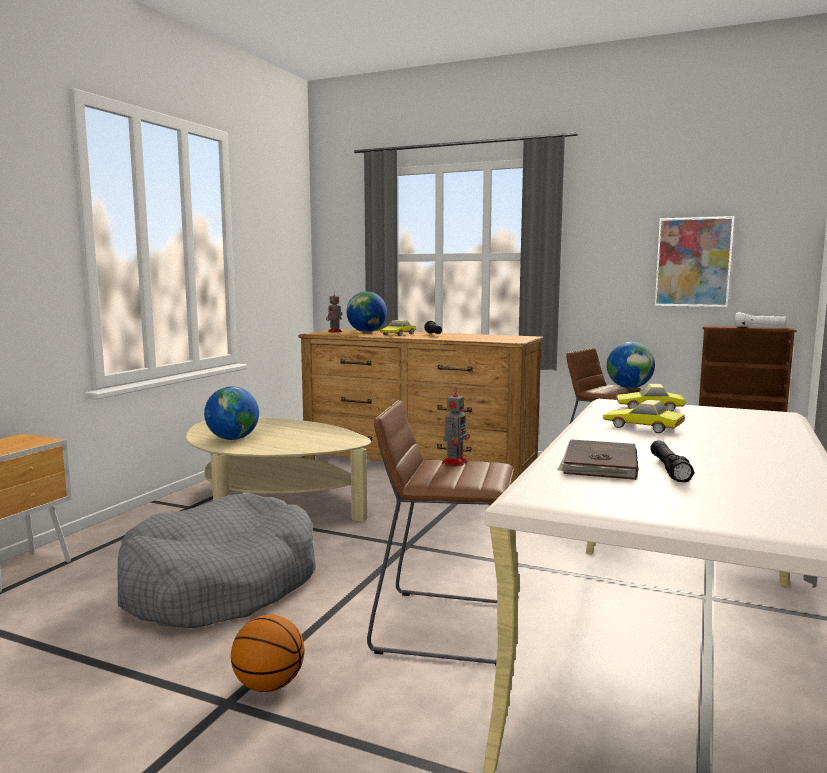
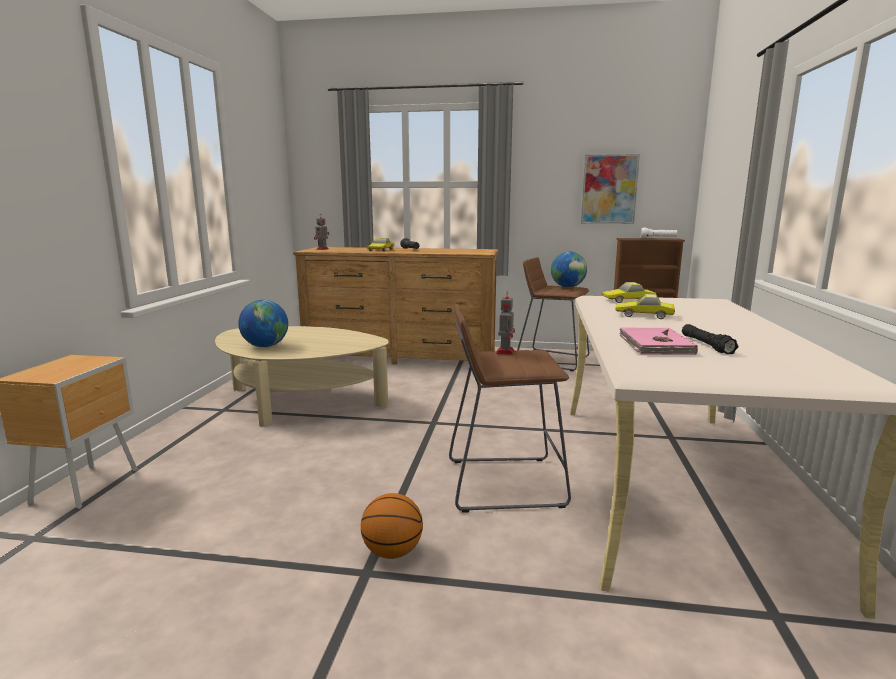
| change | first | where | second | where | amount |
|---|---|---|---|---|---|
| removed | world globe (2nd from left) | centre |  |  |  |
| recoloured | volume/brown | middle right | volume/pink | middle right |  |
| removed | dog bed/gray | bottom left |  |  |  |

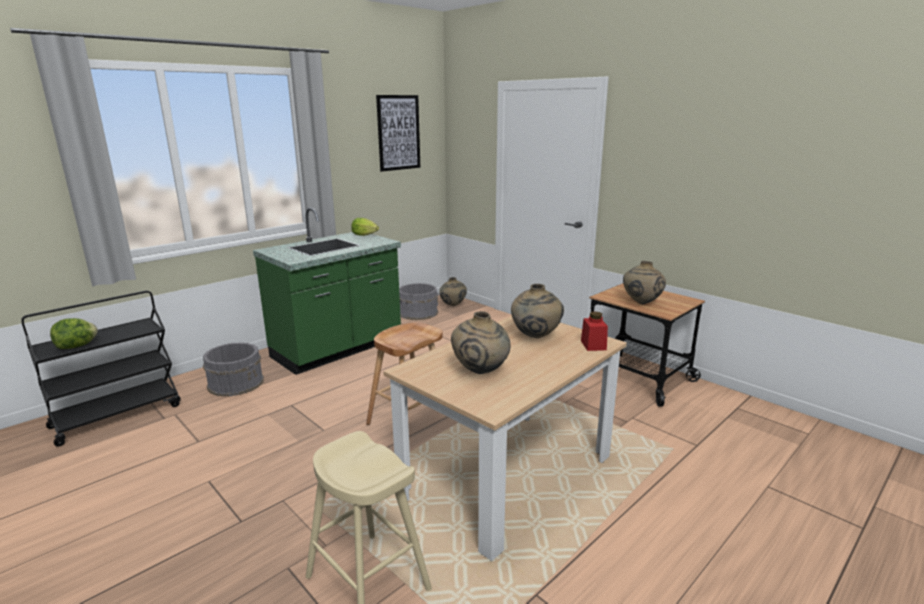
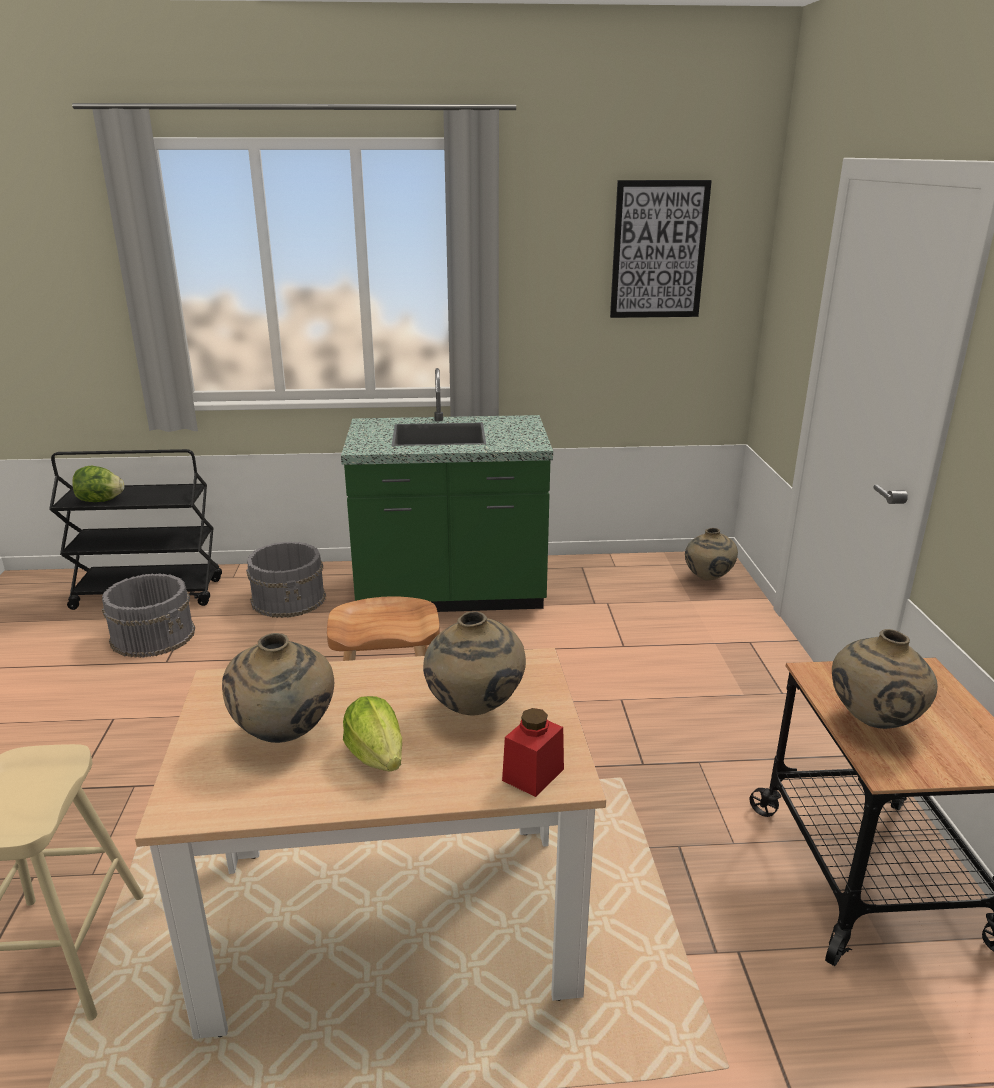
| change | first | where | second | where | amount |
|---|---|---|---|---|---|
| moved | lettuce head (2nd from left) | centre |  | bottom centre |  |
| moved | pail/gray (2nd from left in the first image) | centre | pail/gray (1st from left) | middle left |  |

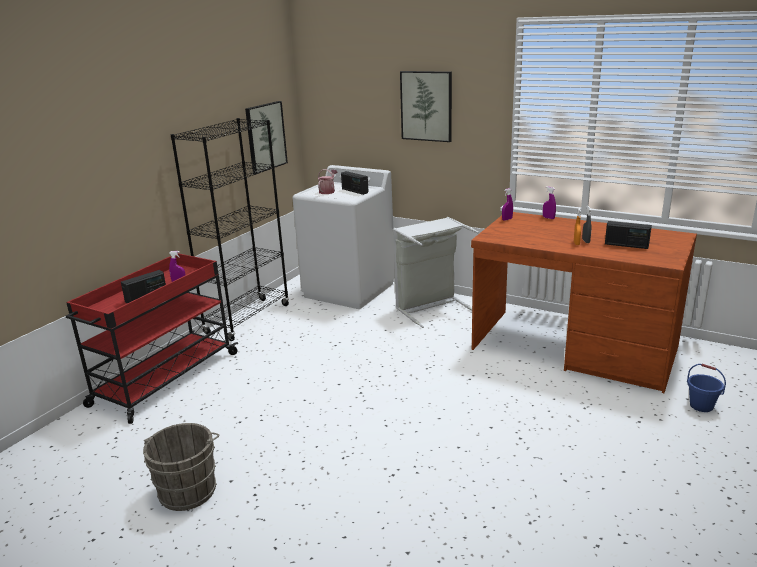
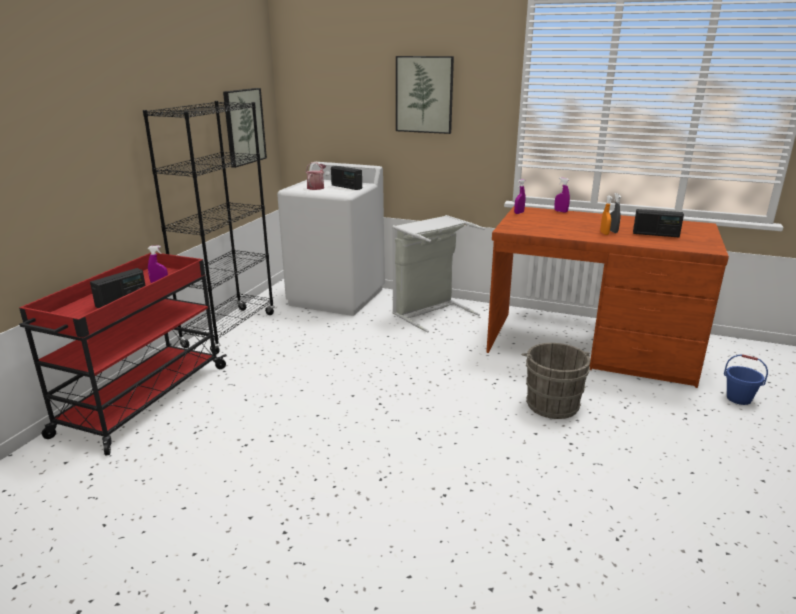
| change | first | where | second | where | amount |
|---|---|---|---|---|---|
| moved | pail/gray | bottom left |  | middle right |  |

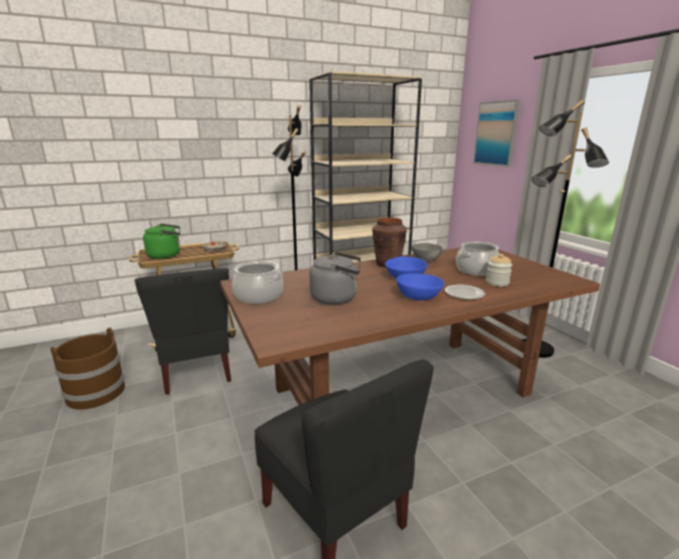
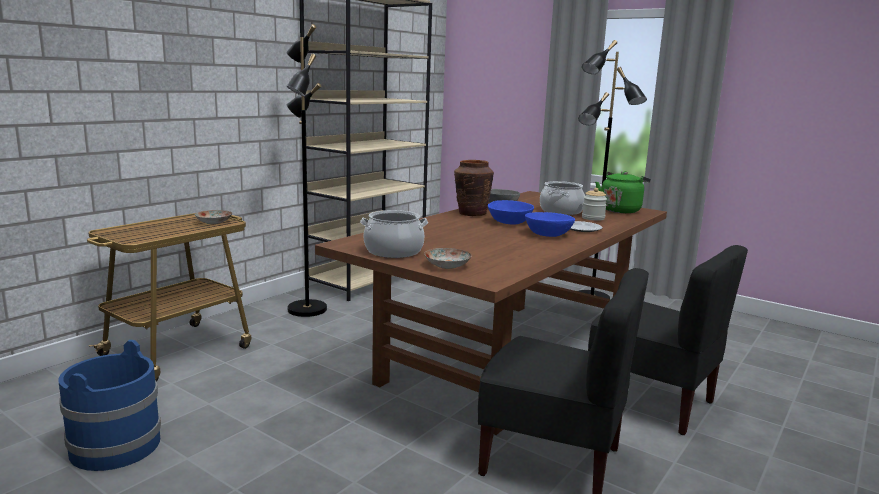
| change | first | where | second | where | amount |
|---|---|---|---|---|---|
| removed | wall art | top right |  |  |  |
| moved | kettle/green-coloured | middle left |  | middle right |  |
| removed | kettle/gray | centre |  |  |  |
| moved | plain chair/black (1st from left in the first image) | middle left | plain chair/black (2nd from left) | bottom right |  |
| recoloured | pail/brown | middle left | pail/blue-coloured | bottom left |  |
| added |  |  | flat dish (2nd from left) | centre |  |

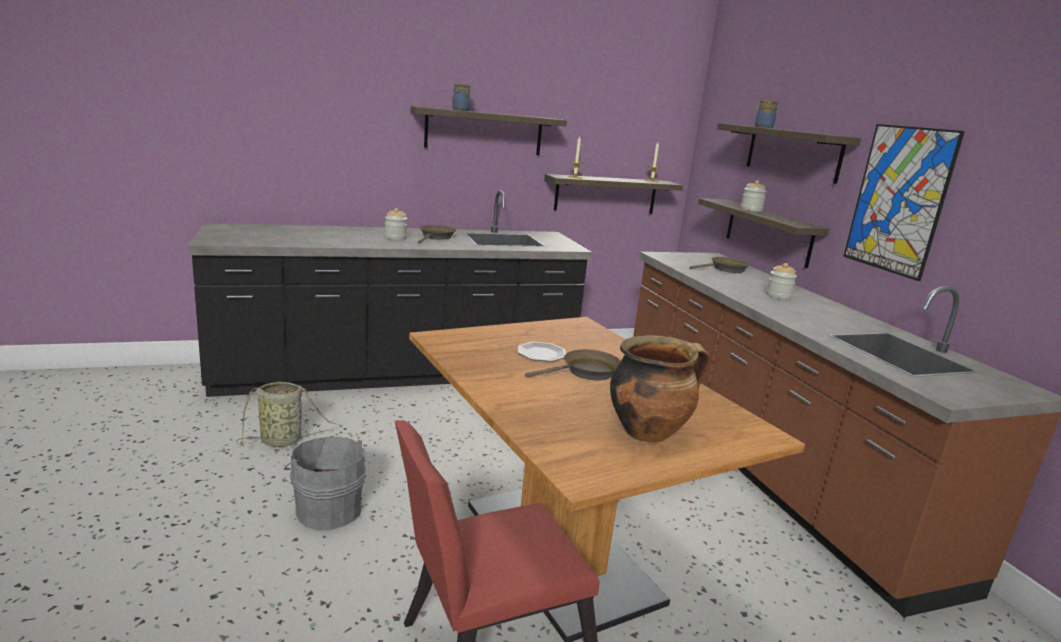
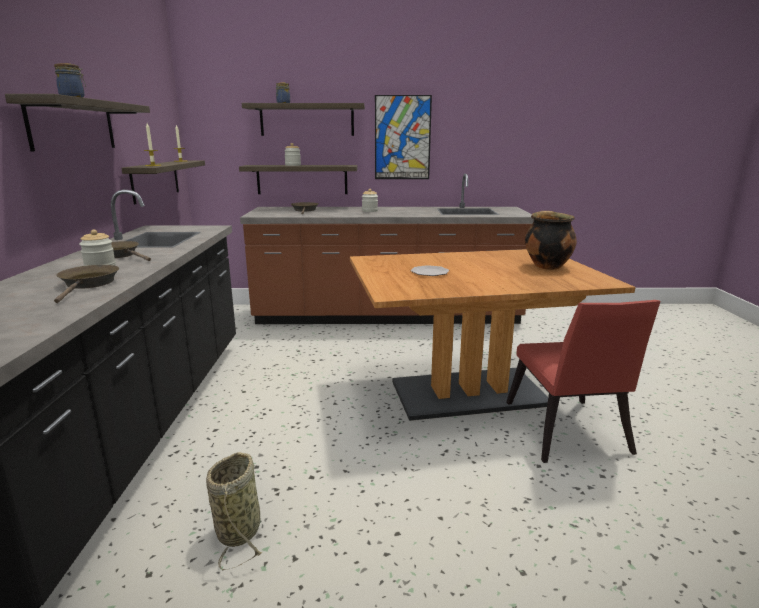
| change | first | where | second | where | amount |
|---|---|---|---|---|---|
| moved | skillet/brown (2nd from left in the first image) | centre | skillet/brown (1st from left) | middle left |  |
| removed | pail/gray | bottom left |  |  |  |

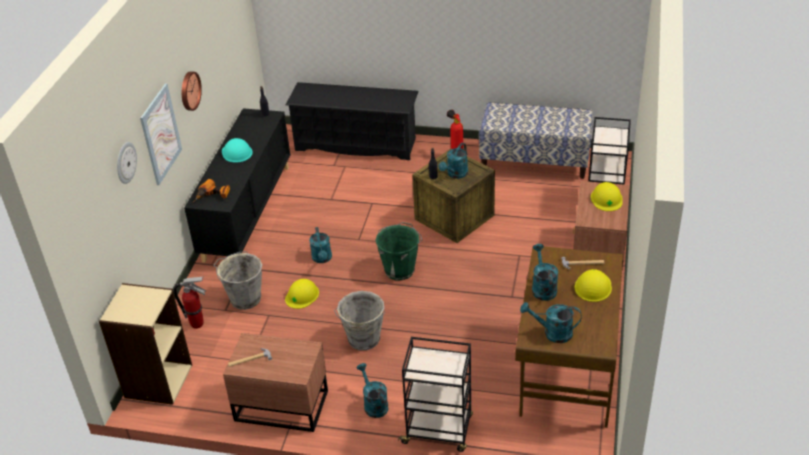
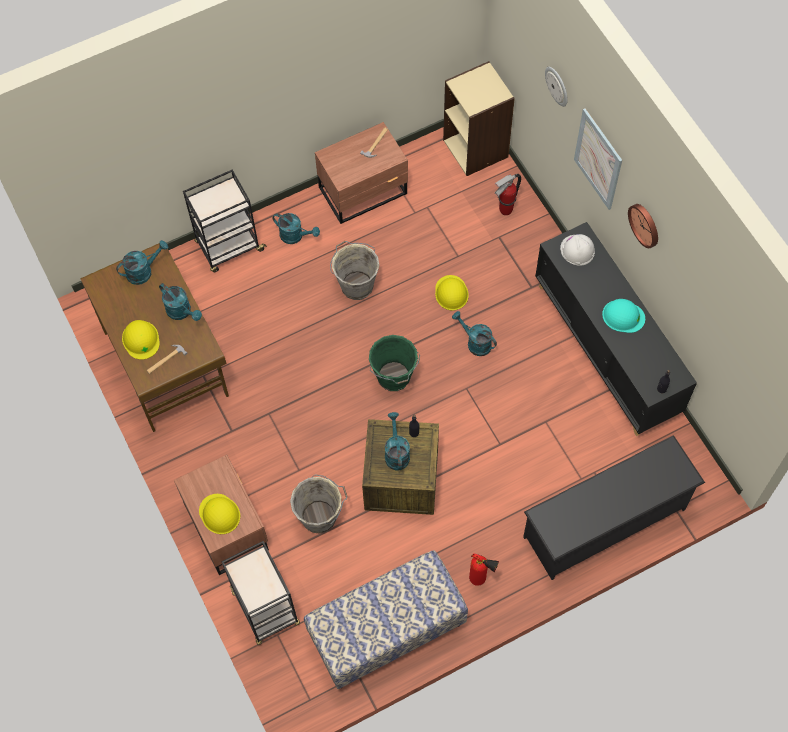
| change | first | where | second | where | amount |
|---|---|---|---|---|---|
| replaced | electric drill | middle left | safety helmet/white-coloured | middle right |  |
| moved | pail/gray (1st from left) | middle left |  | bottom centre |  |

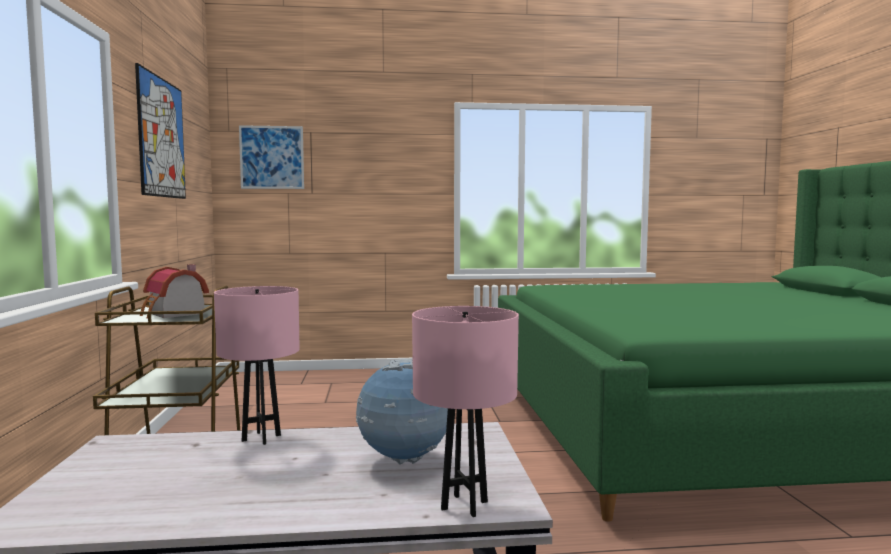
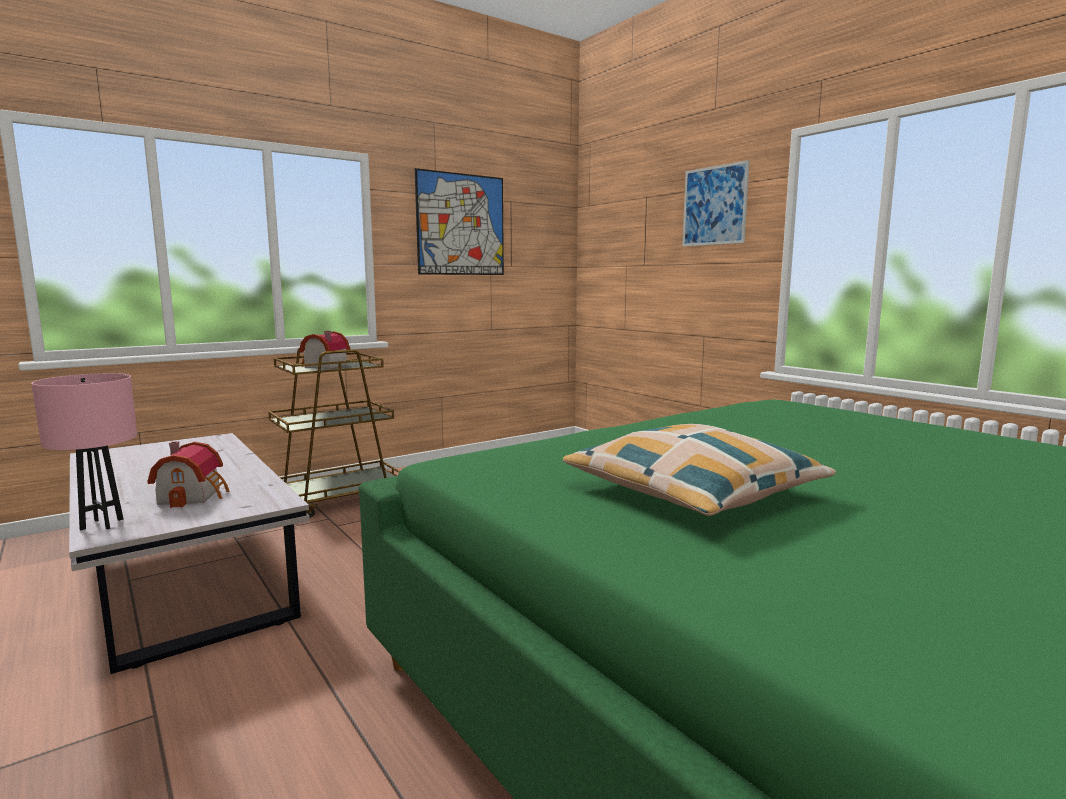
| change | first | where | second | where | amount |
|---|---|---|---|---|---|
| moved | wall art (2nd from left) | top left |  | top right |  |
| removed | table lamp/pink (1st from left) | middle left |  |  |  |
| replaced | world globe | bottom centre | toy house (1st from left) | middle left |  |
| added |  |  | cushion | centre |  |

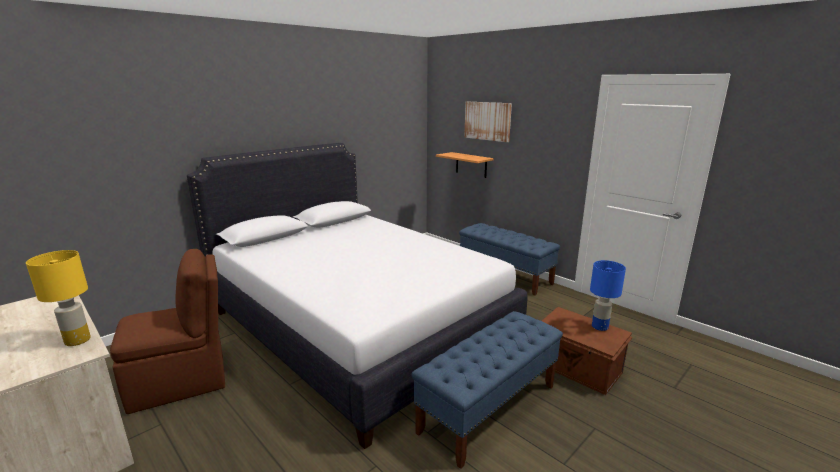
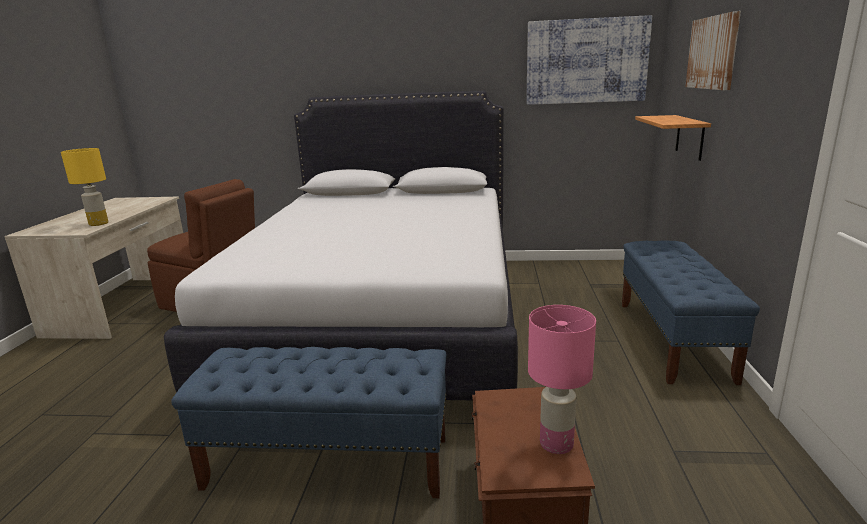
| change | first | where | second | where | amount |
|---|---|---|---|---|---|
| recoloured | table lamp/blue-coloured | middle right | table lamp/pink | bottom centre |  |
| added |  |  | wall art (1st from left) | top right |  |

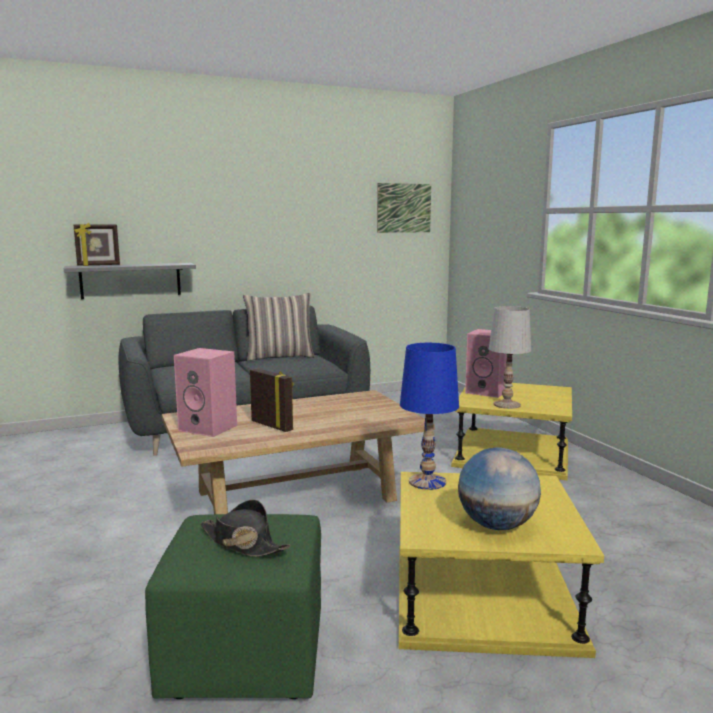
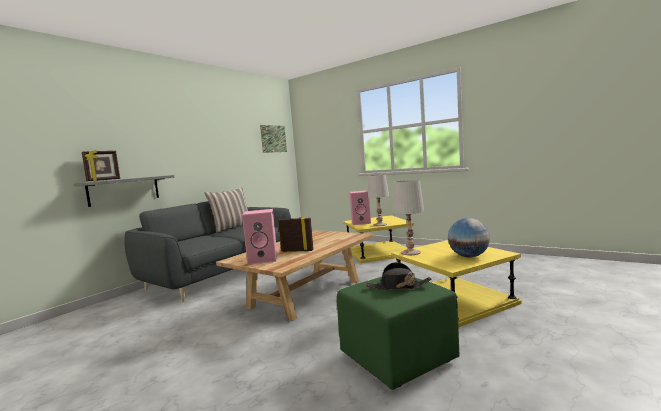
| change | first | where | second | where | amount |
|---|---|---|---|---|---|
| recoloured | table lamp/blue-coloured | centre | table lamp/white-coloured (2nd from left) | centre |  |

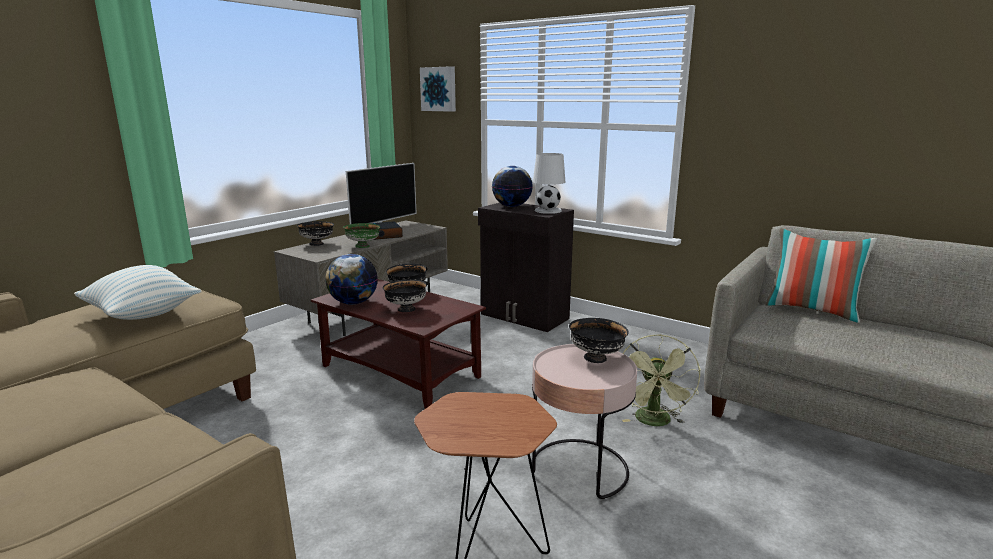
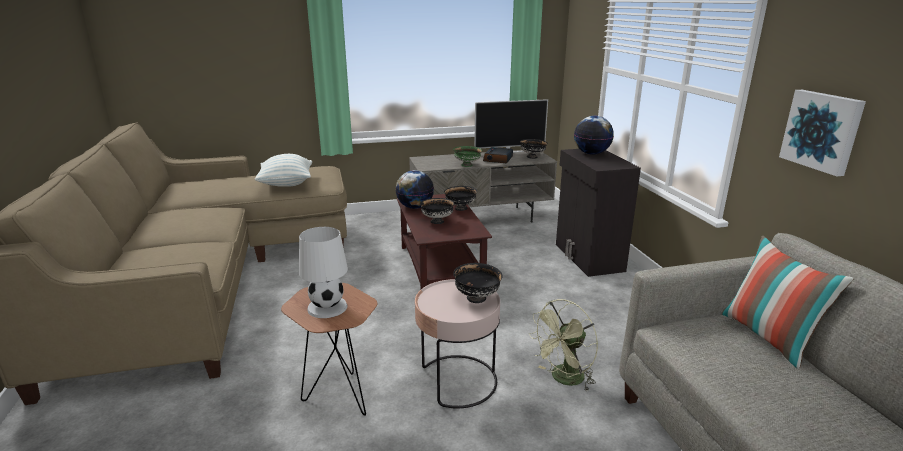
| change | first | where | second | where | amount |
|---|---|---|---|---|---|
| moved | wall art | top centre |  | top right |  |
| moved | table lamp/white-coloured | top centre |  | centre |  |
| moved | serving bowl/black (1st from left in the first image) | middle left | serving bowl/black (4th from left) | top centre |  |

